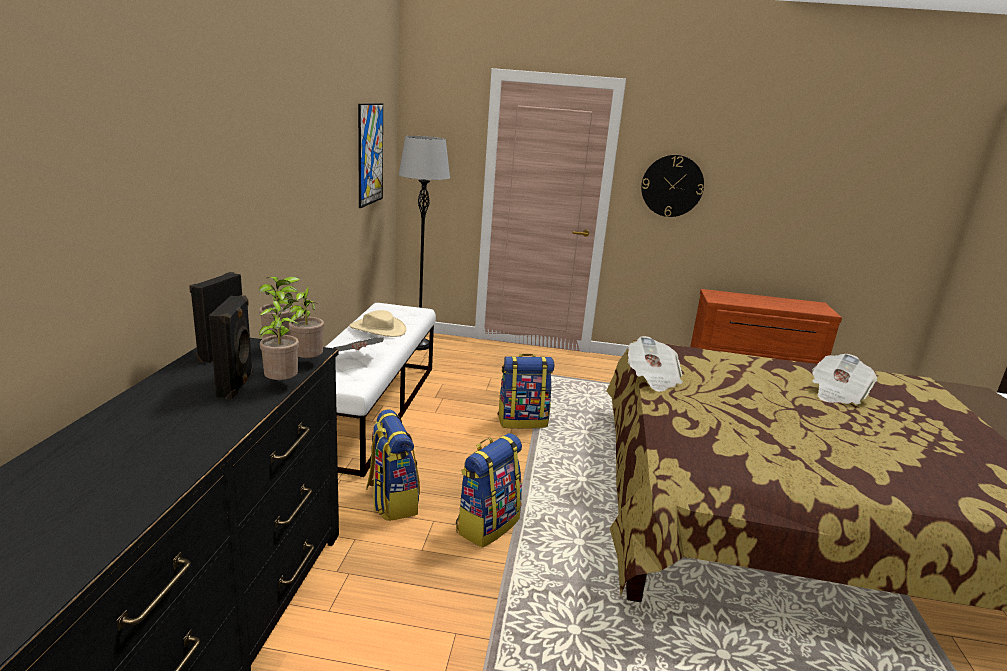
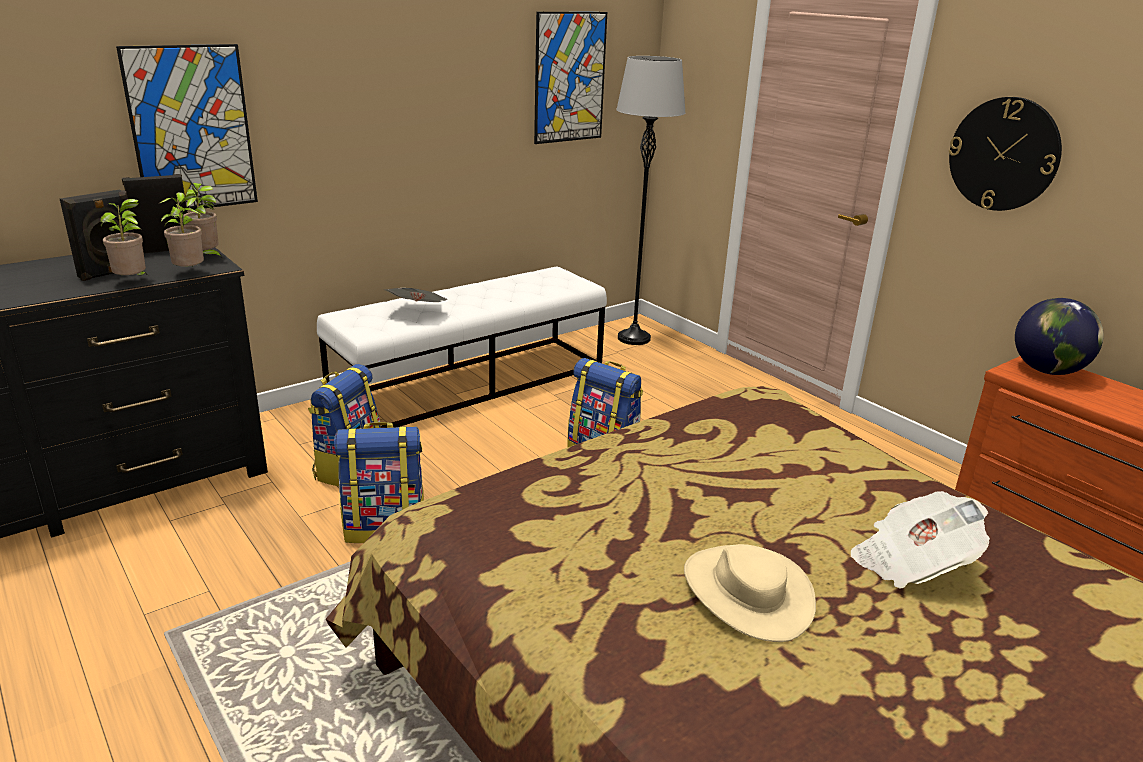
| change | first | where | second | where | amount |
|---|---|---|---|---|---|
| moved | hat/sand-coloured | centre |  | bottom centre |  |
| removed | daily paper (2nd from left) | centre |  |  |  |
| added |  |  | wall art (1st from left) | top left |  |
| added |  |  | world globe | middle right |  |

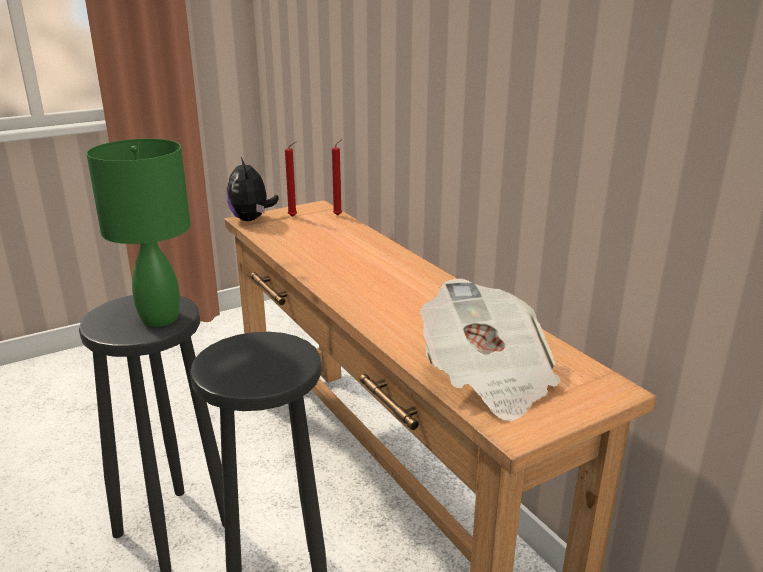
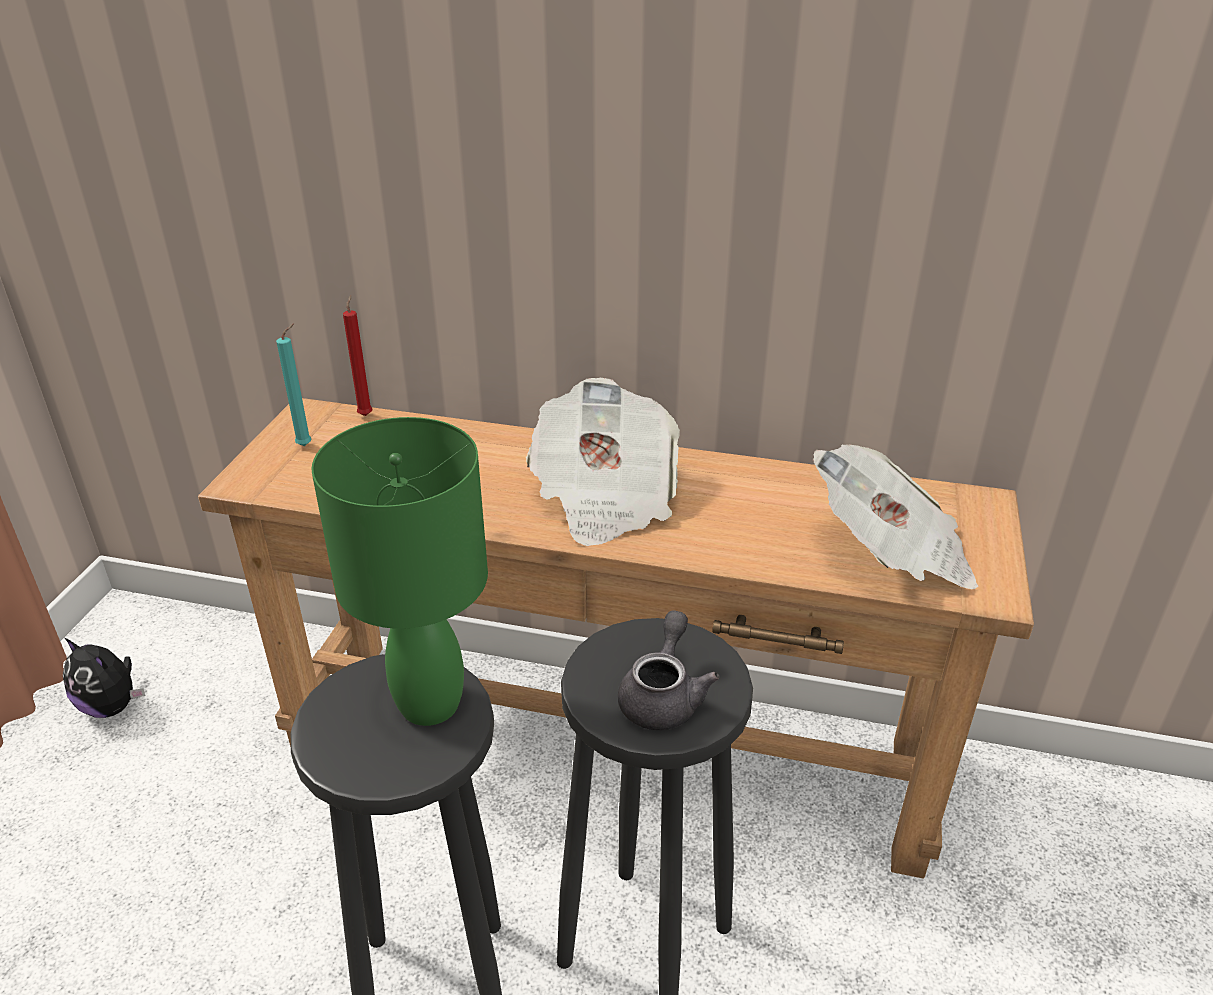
| change | first | where | second | where | amount |
|---|---|---|---|---|---|
| recoloured | wax candle/reddish (1st from left) | top centre | wax candle/blue-green | middle left |  |
| moved | soft toy | top left |  | bottom left |  |
| added |  |  | daily paper (1st from left) | centre |  |
| added |  |  | teapot/gray | bottom centre |  |

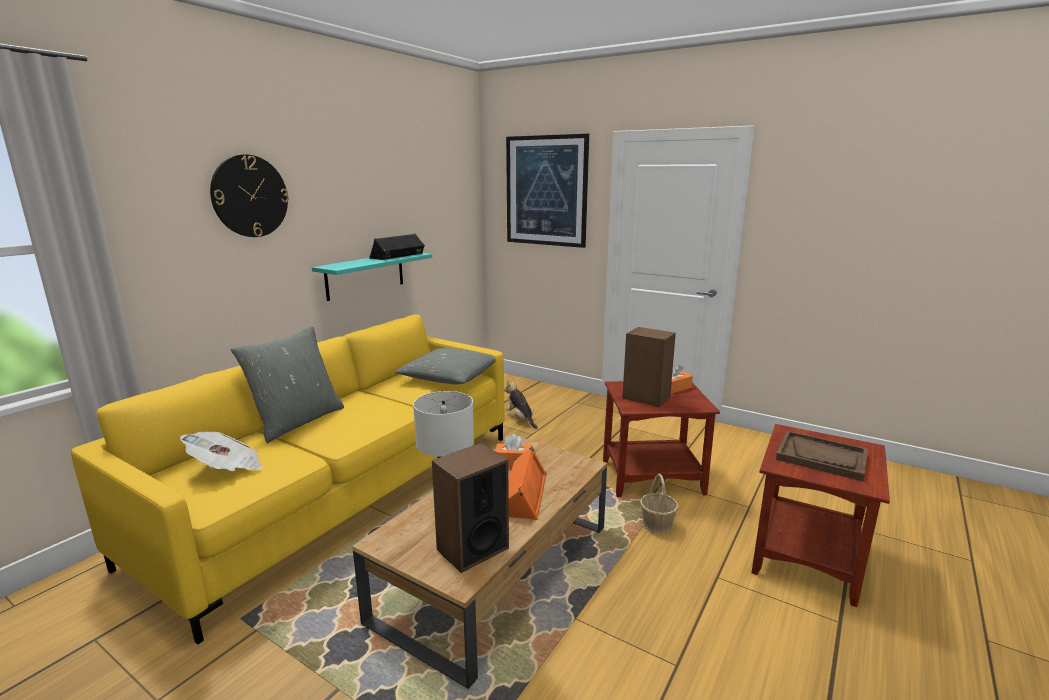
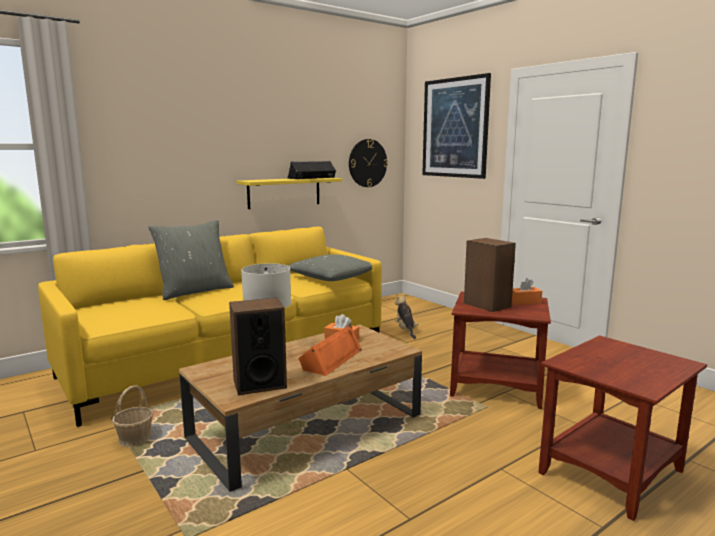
| change | first | where | second | where | amount |
|---|---|---|---|---|---|
| moved | wall clock | top left |  | top centre |  |
| recoloured | shelf/blue-green | centre | shelf/yellowish | centre |  |
| removed | daily paper | middle left |  |  |  |
| removed | tray/brown | middle right |  |  |  |
| moved | storage basket | bottom centre |  | bottom left |  |

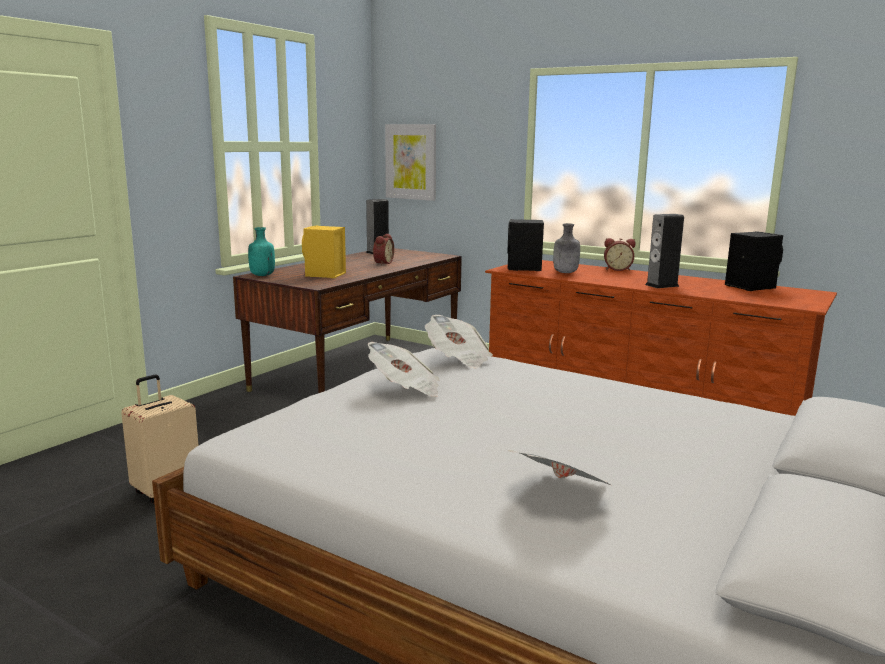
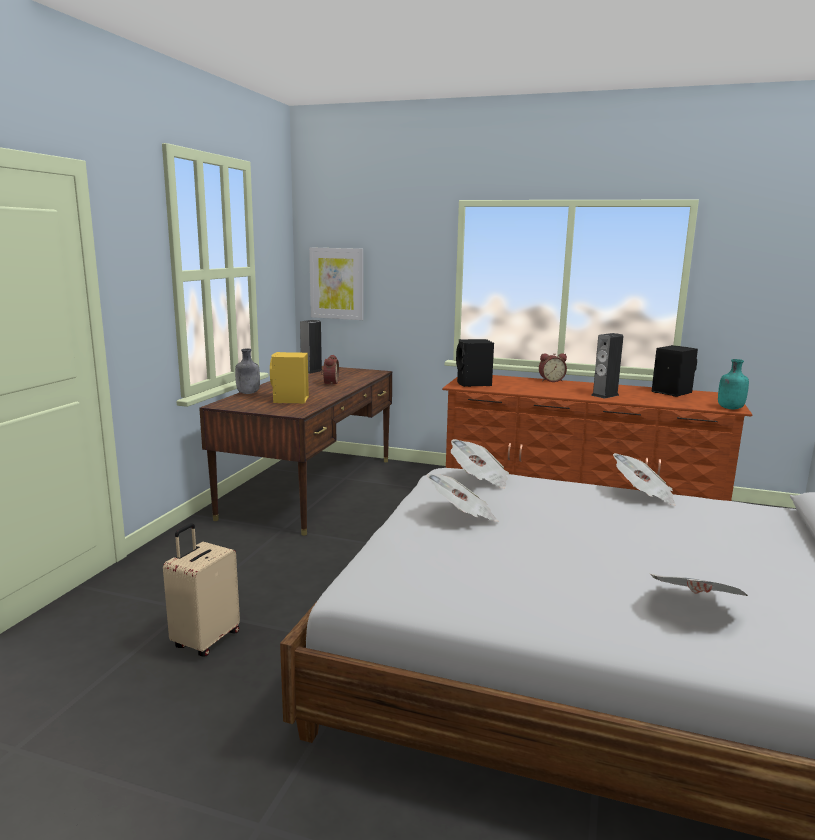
| change | first | where | second | where | amount |
|---|---|---|---|---|---|
| moved | bottle/gray | centre |  | middle left |  |
| moved | bottle/blue-green | middle left |  | middle right |  |
| added |  |  | daily paper (3rd from left) | middle right |  |

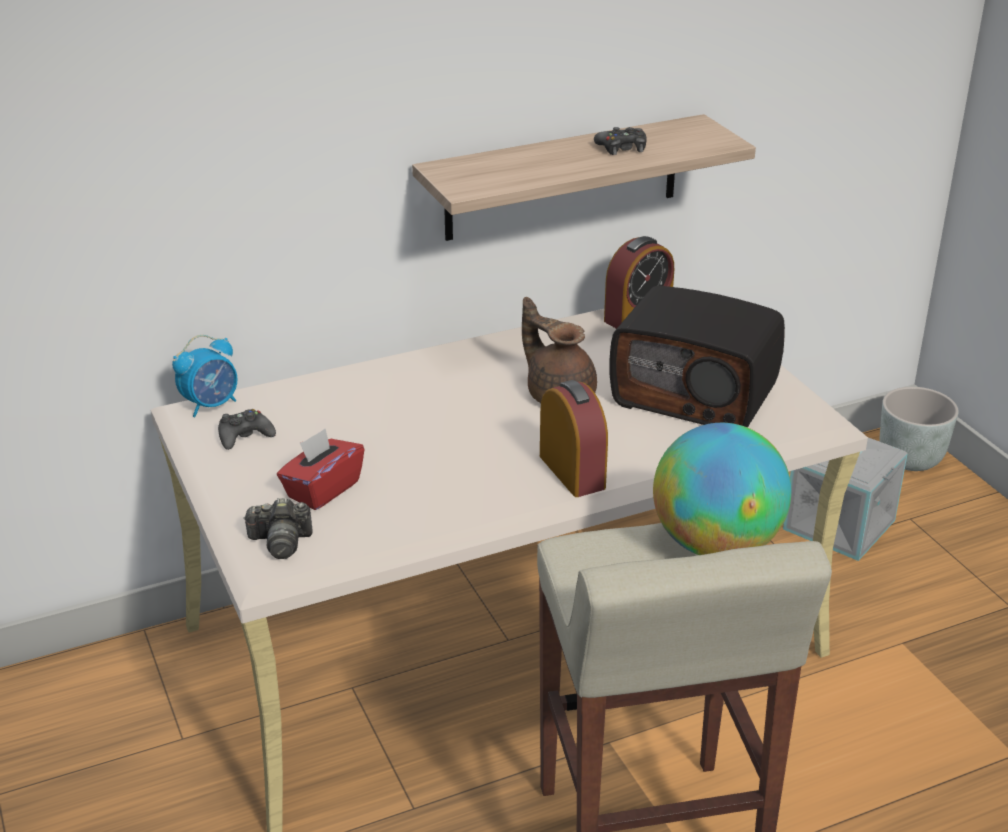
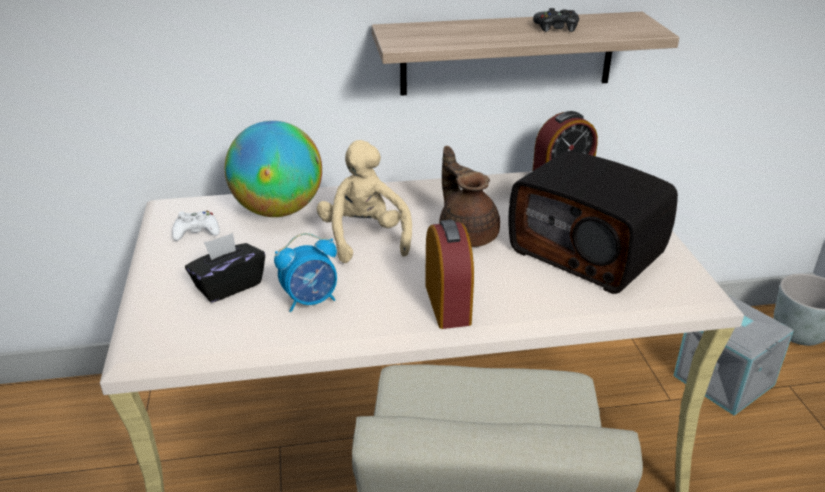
| change | first | where | second | where | amount |
|---|---|---|---|---|---|
| moved | table clock (1st from left) | middle left |  | centre |  |
| recoloured | gamepad/black (1st from left) | middle left | gamepad/white-coloured | middle left |  |
| moved | world globe | middle right |  | middle left |  |
| recoloured | box of tissues/reddish | middle left | box of tissues/black | middle left |  |
| removed | still camera | middle left |  |  |  |
| added |  |  | soft toy/sand-coloured | centre |  |

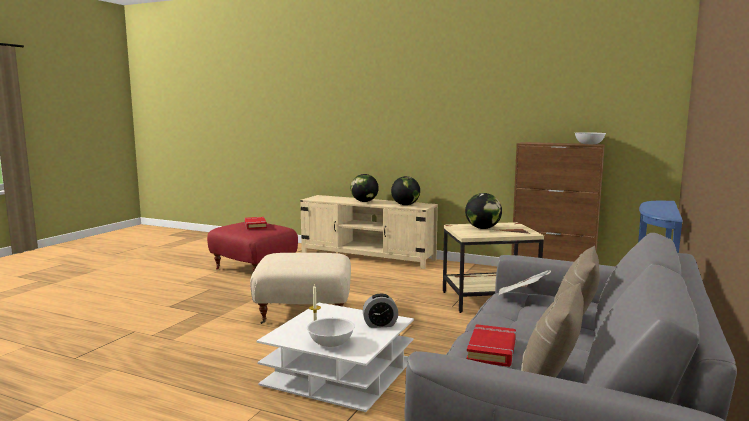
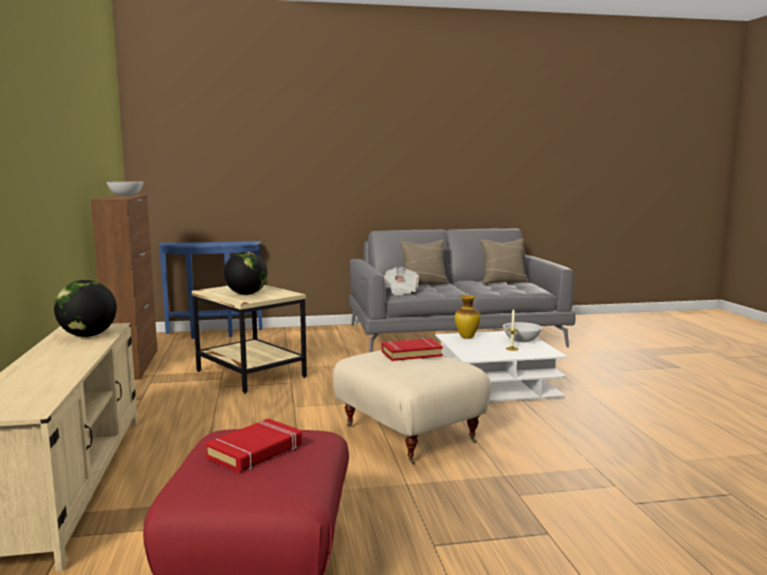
| change | first | where | second | where | amount |
|---|---|---|---|---|---|
| removed | world globe (1st from left) | centre |  |  |  |
| replaced | table clock | bottom centre | vase | centre |  |
| moved | volume/reddish (2nd from left) | bottom centre |  | centre |  |

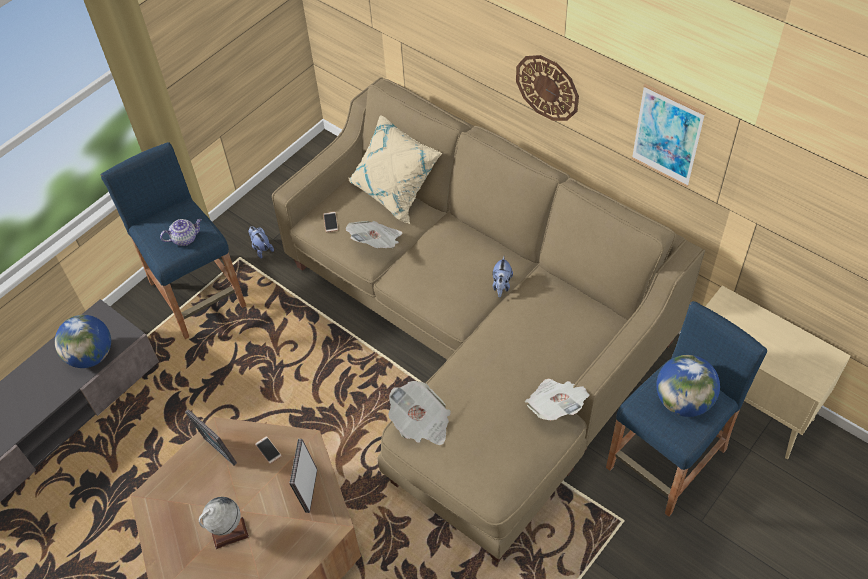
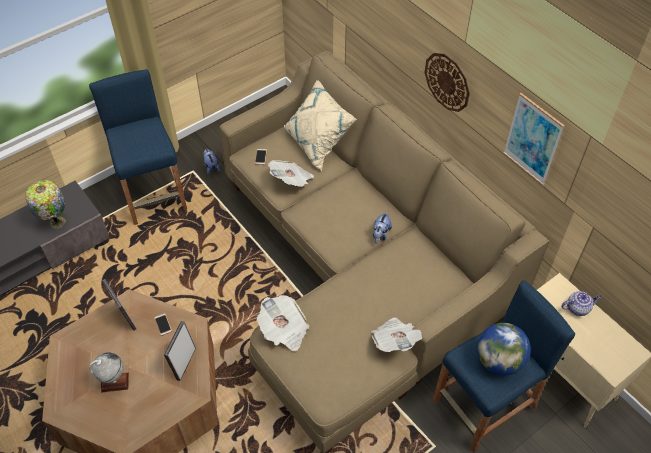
| change | first | where | second | where | amount |
|---|---|---|---|---|---|
| moved | teapot | middle left |  | bottom right |  |
| replaced | world globe (1st from left) | middle left | table lamp | middle left |  |

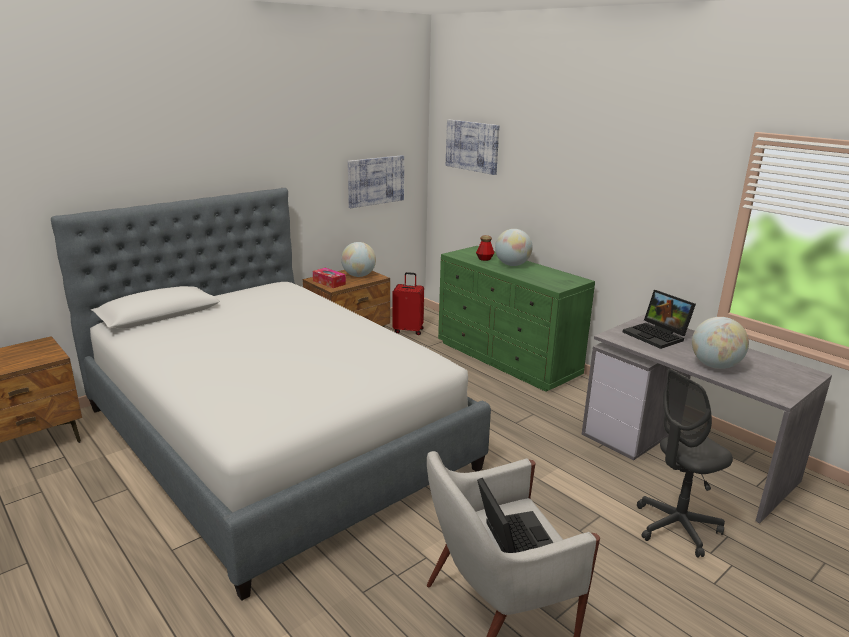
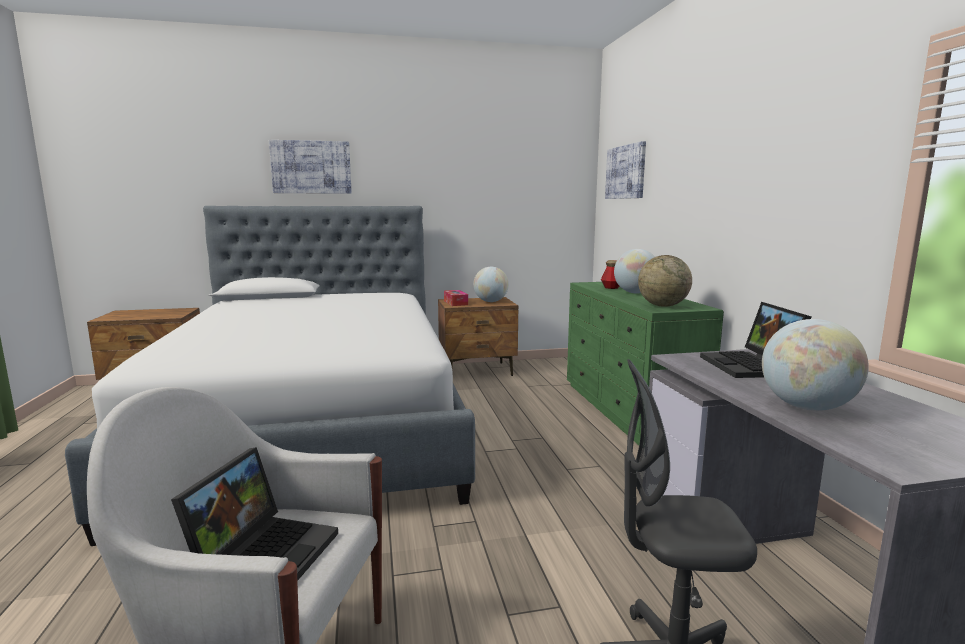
| change | first | where | second | where | amount |
|---|---|---|---|---|---|
| moved | wall art (1st from left) | top centre |  | top left |  |
| removed | piece of luggage/reddish | centre |  |  |  |
| added |  |  | world globe (3rd from left) | middle right |  |

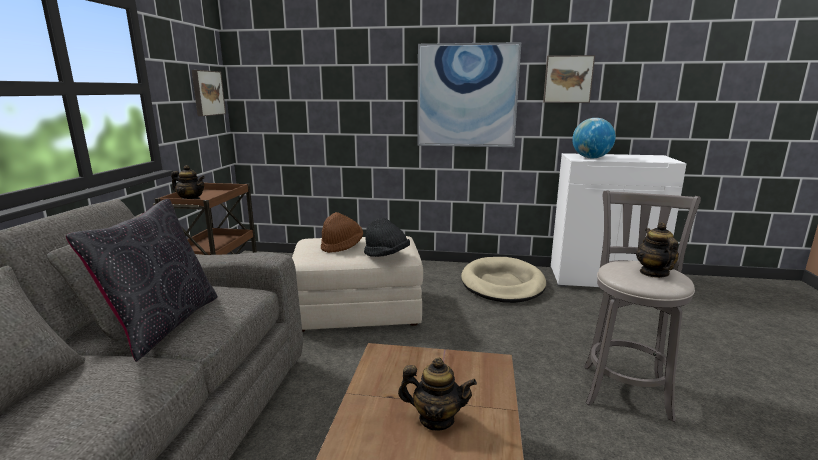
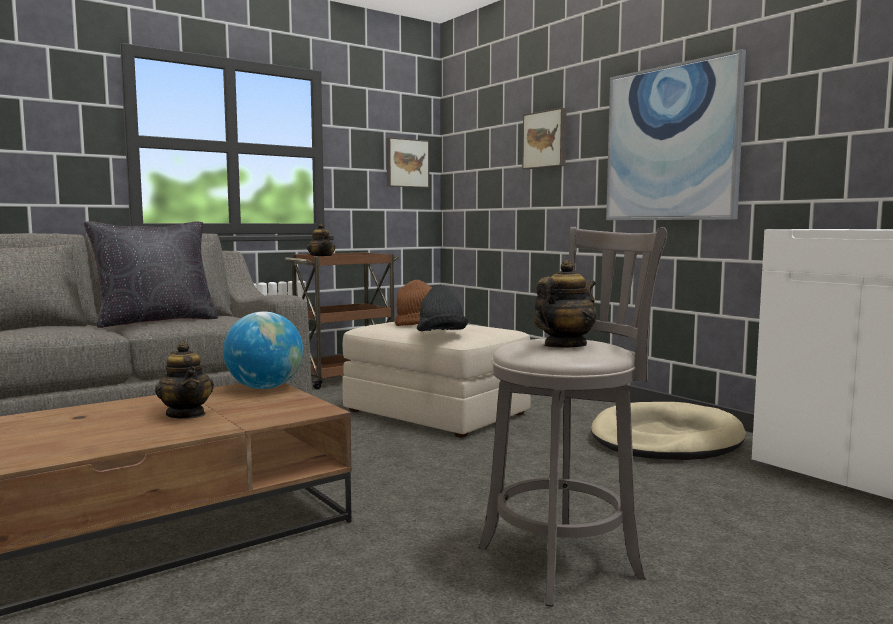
| change | first | where | second | where | amount |
|---|---|---|---|---|---|
| moved | wall art (3rd from left in the first image) | top right | wall art (2nd from left) | top centre |  |
| moved | world globe | top right |  | middle left |  |

